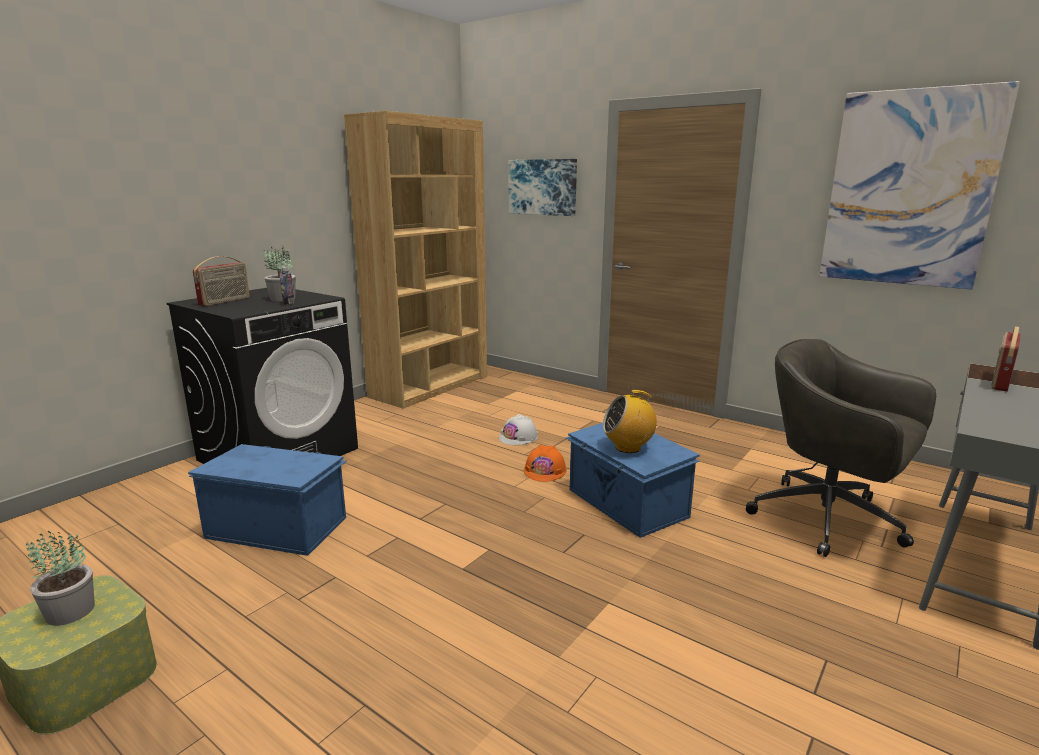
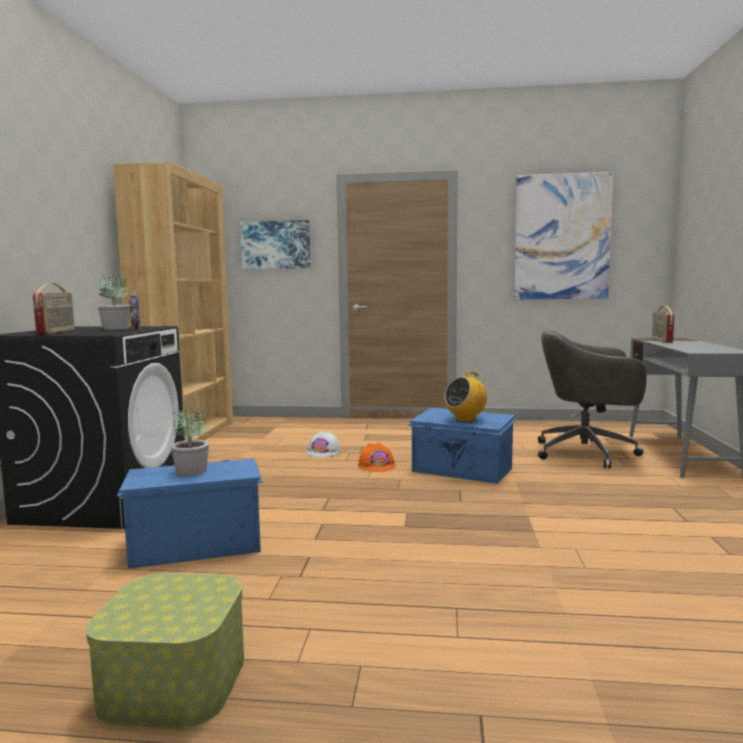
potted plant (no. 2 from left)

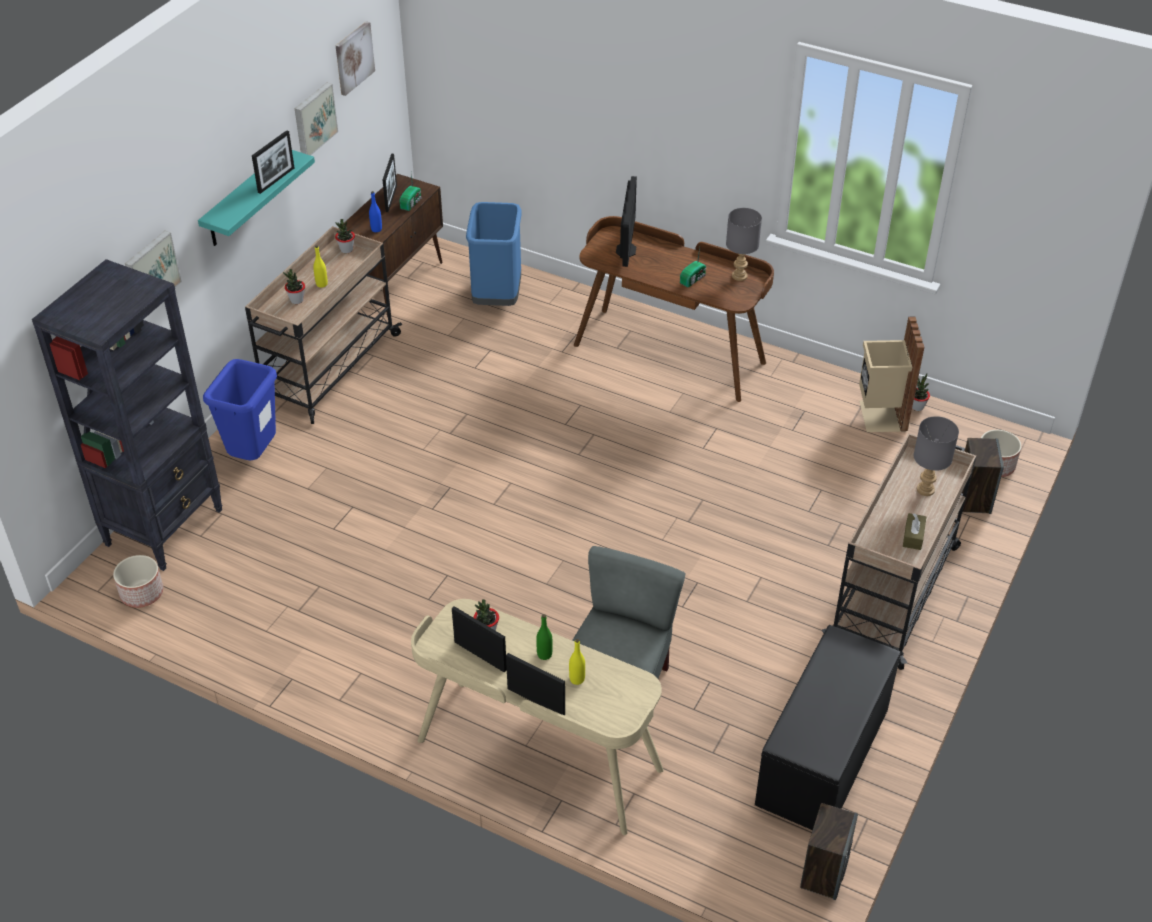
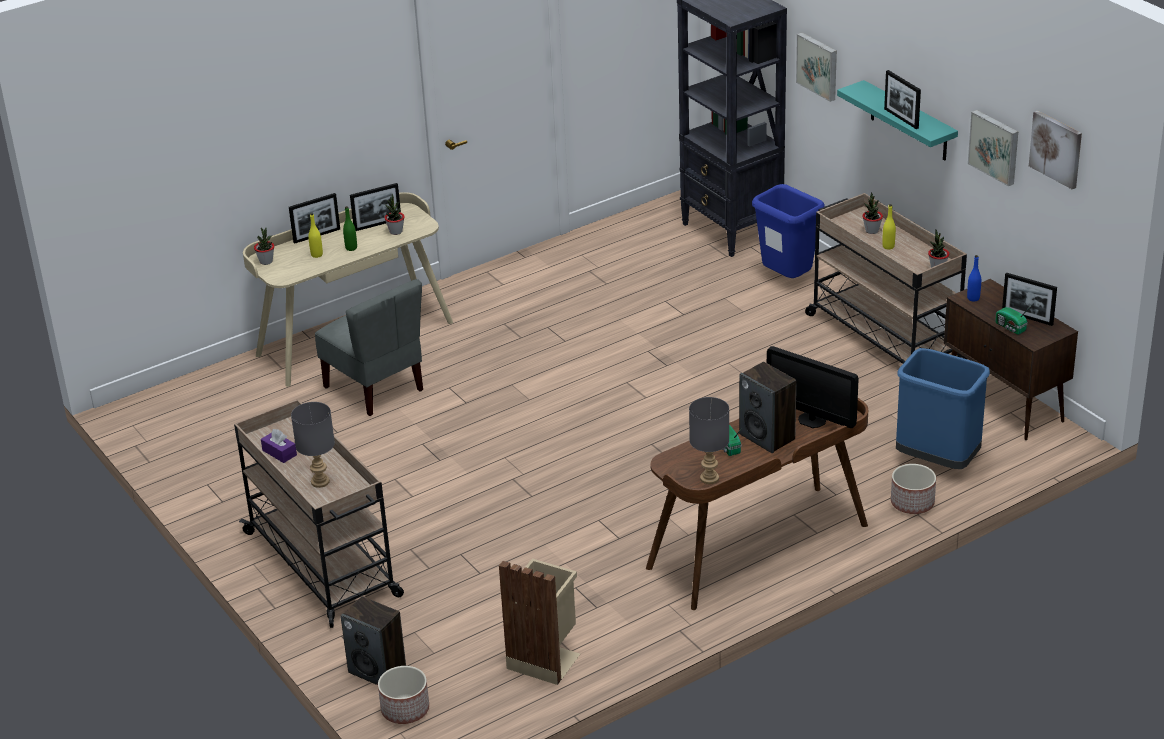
potted plant (no. 1 from left)
purple tissue box
planter (no. 2 from left)
black bench
speaker (no. 2 from left)

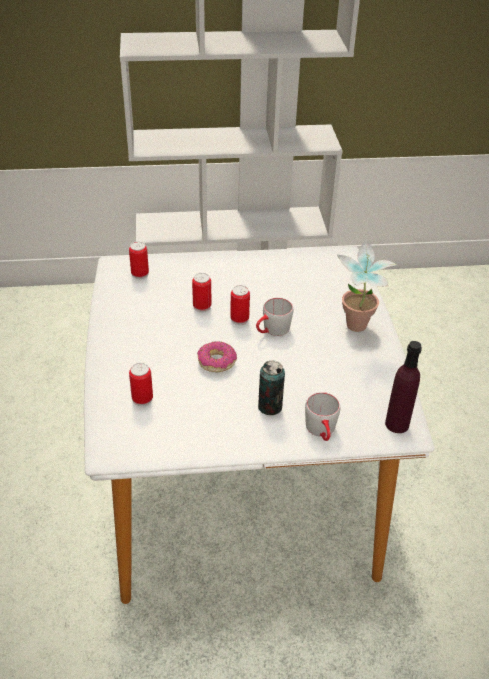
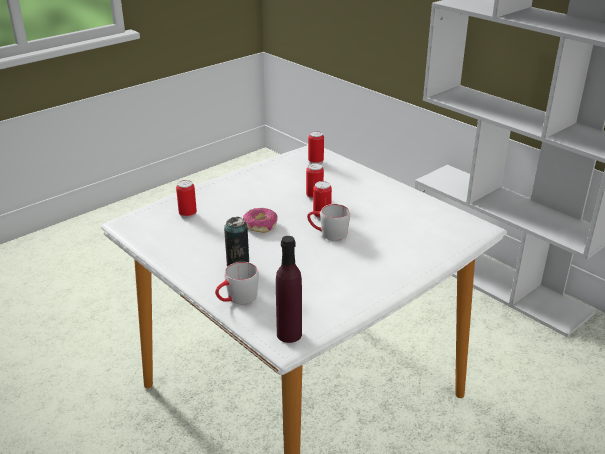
potted plant

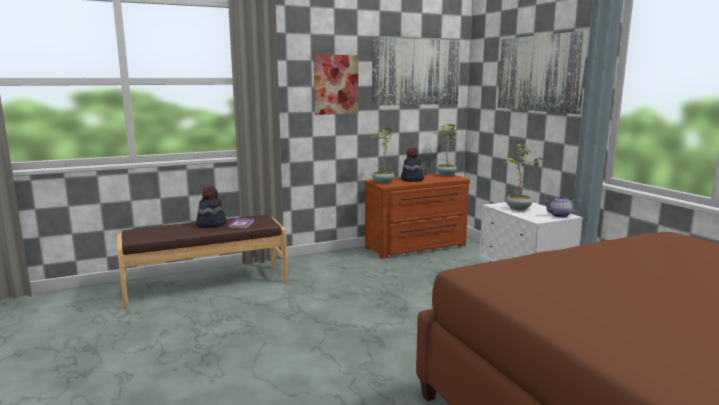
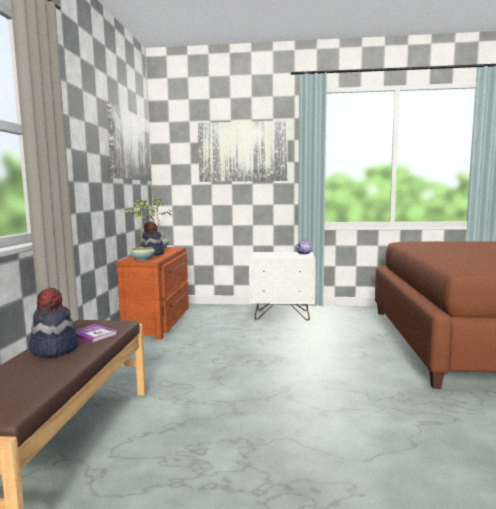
picture (no. 1 from left in the first image)
potted plant (no. 3 from left in the first image)

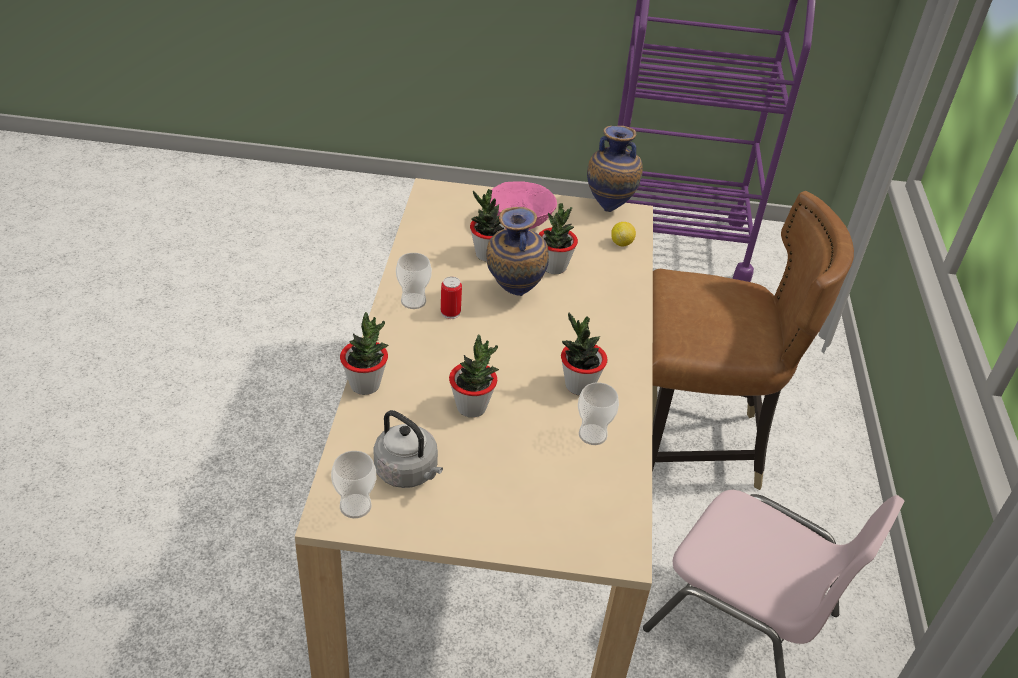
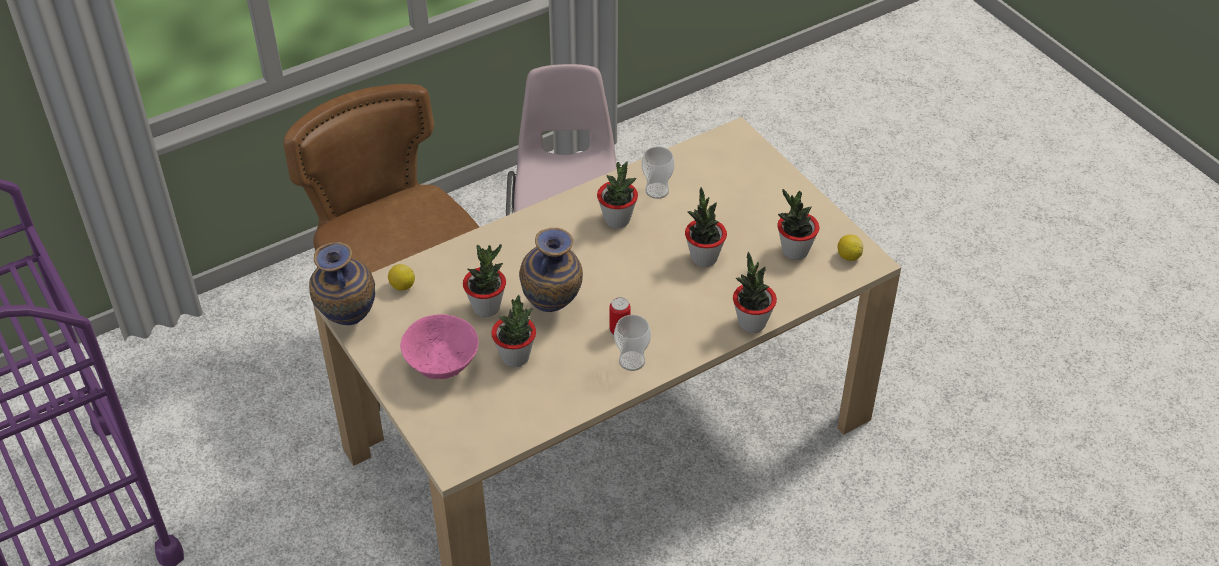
potted plant (no. 6 from left)
lemon (no. 2 from left)

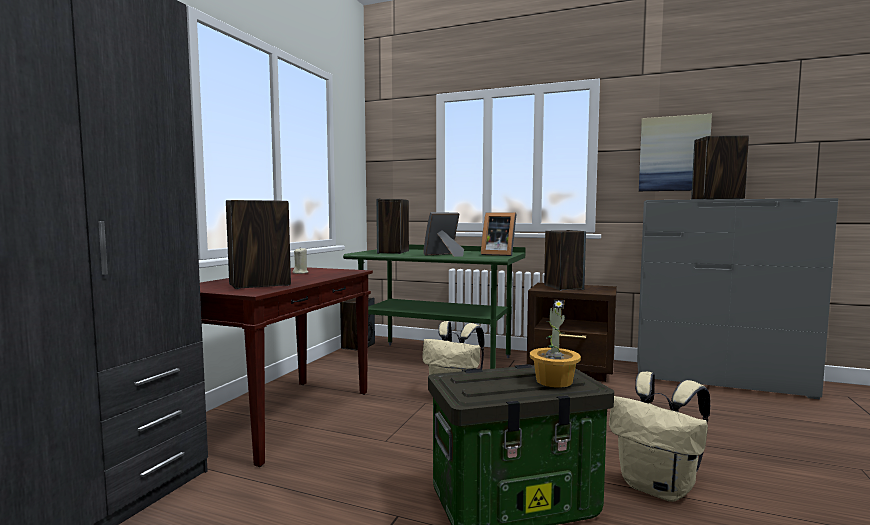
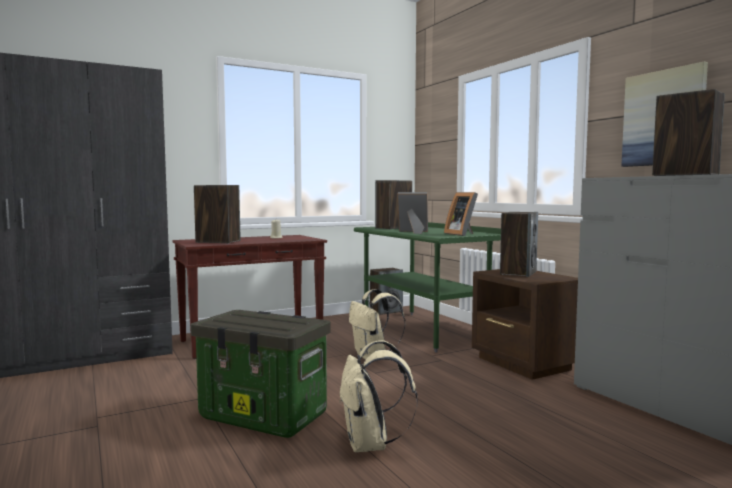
potted plant

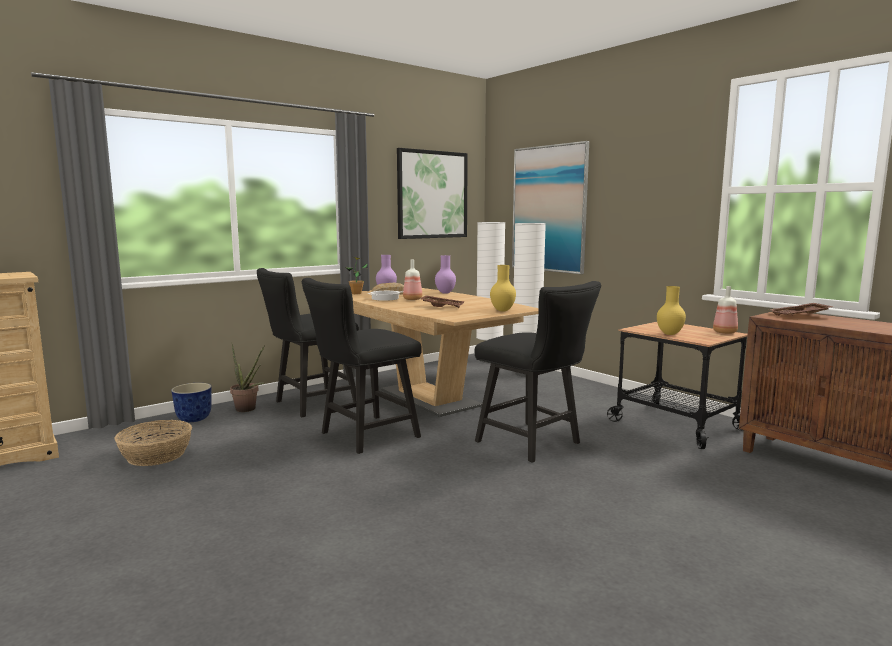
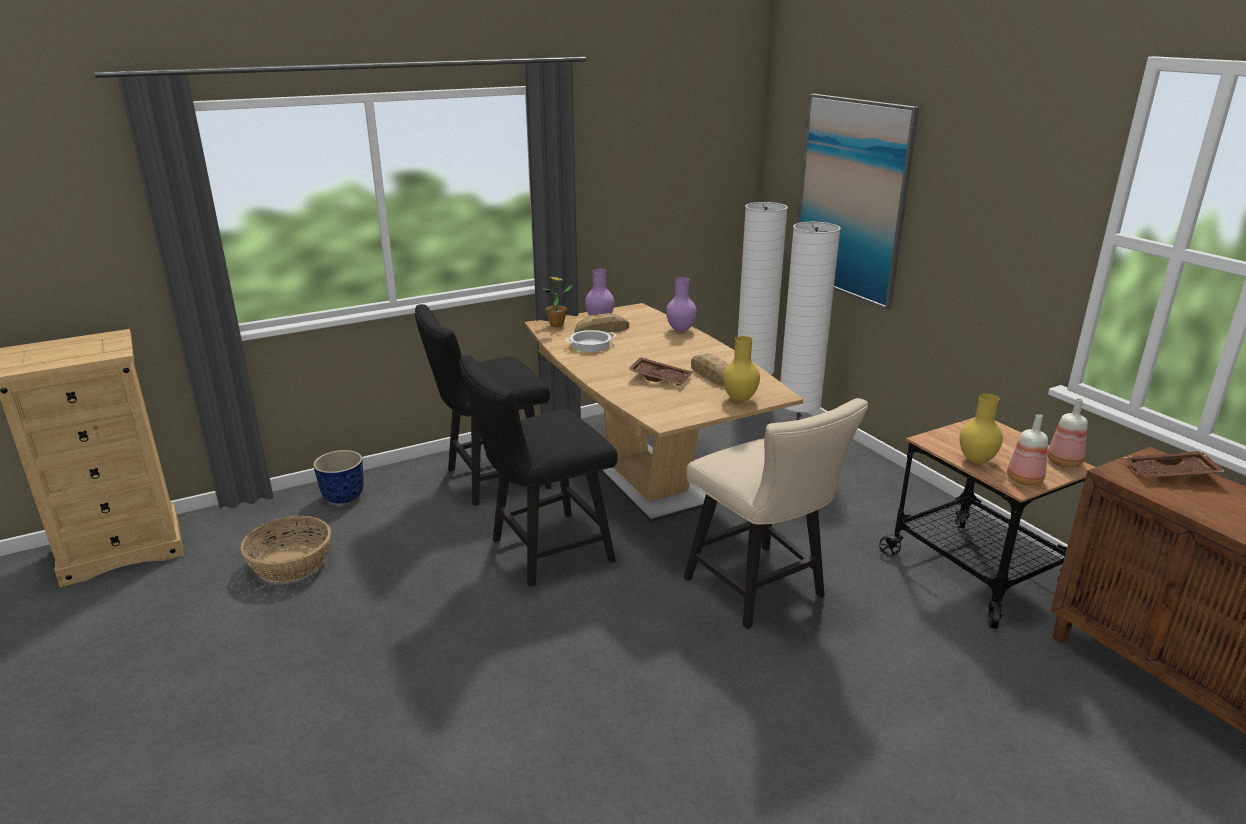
picture (no. 1 from left in the first image)
bottle (no. 1 from left)
beige chair
potted plant (no. 1 from left in the first image)
bread (no. 2 from left)

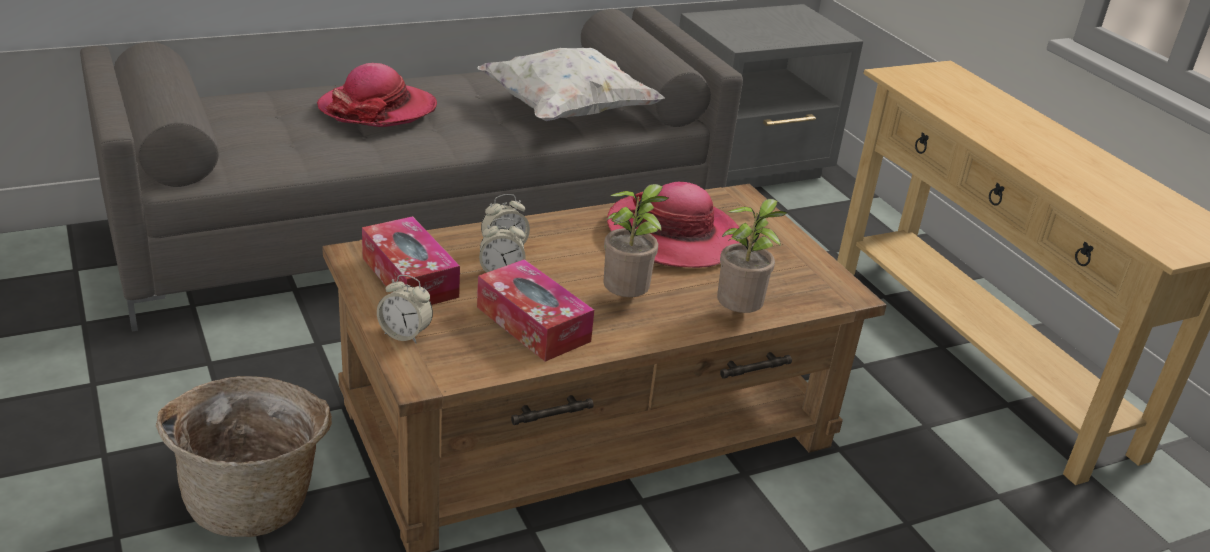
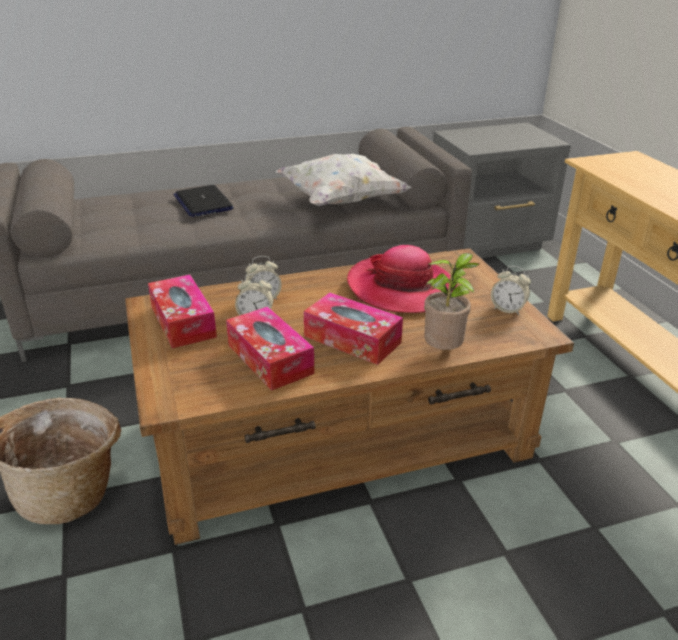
laptop
tissue box (no. 3 from left)
alarm clock (no. 3 from left)

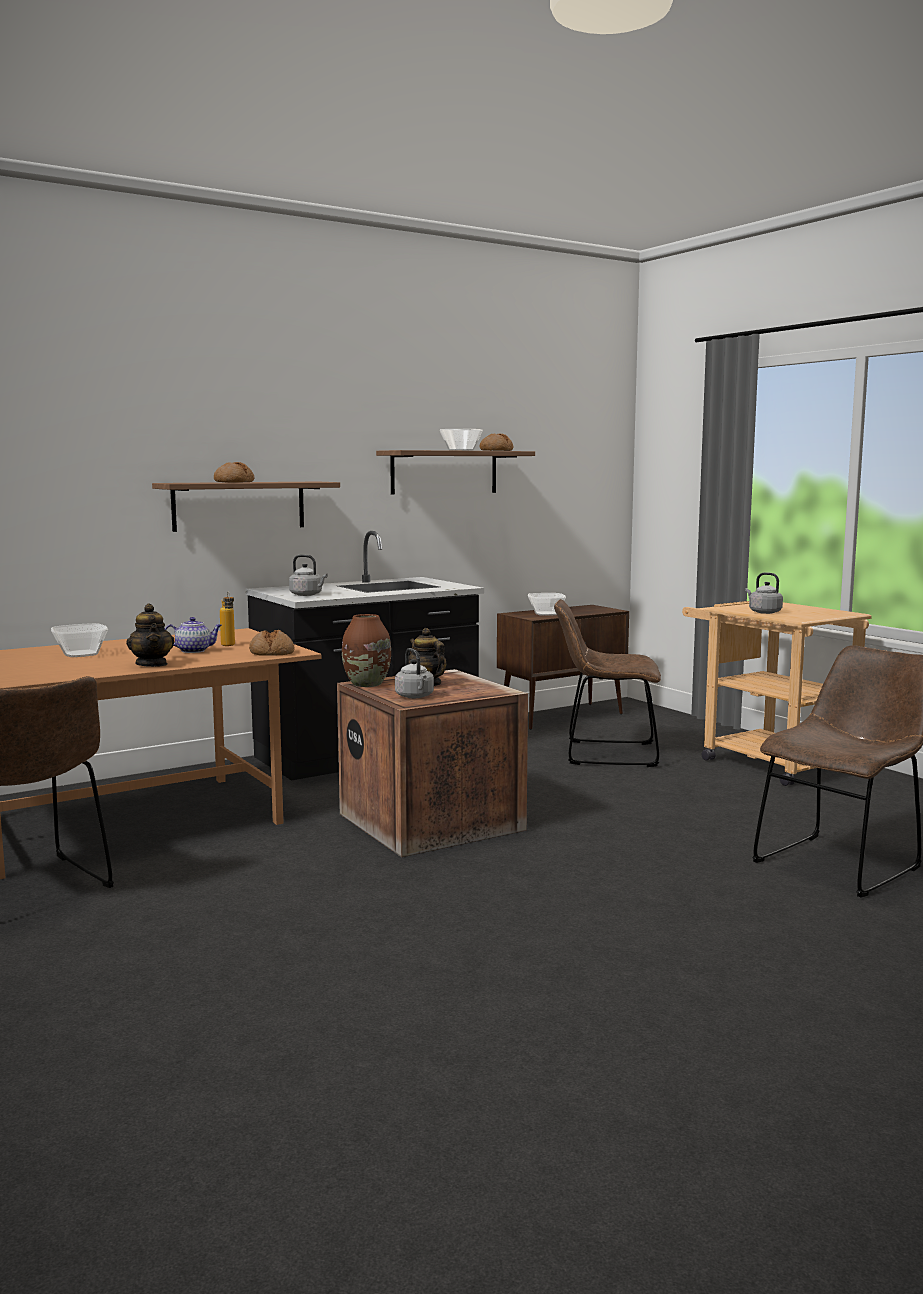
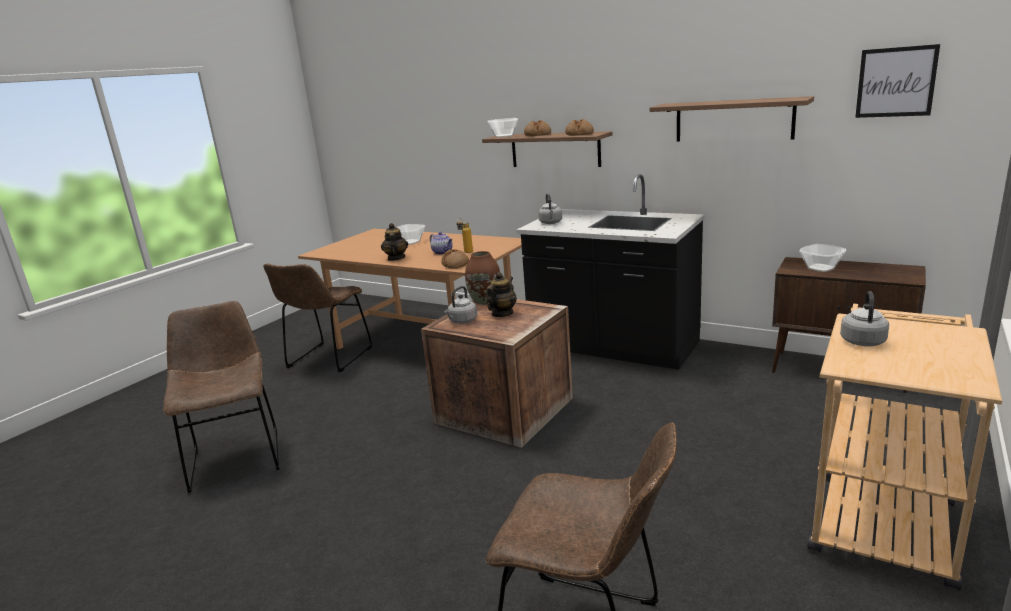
bowl (no. 2 from left)
bread (no. 3 from left)
brown chair (no. 1 from left)
teapot (no. 1 from left)
picture

